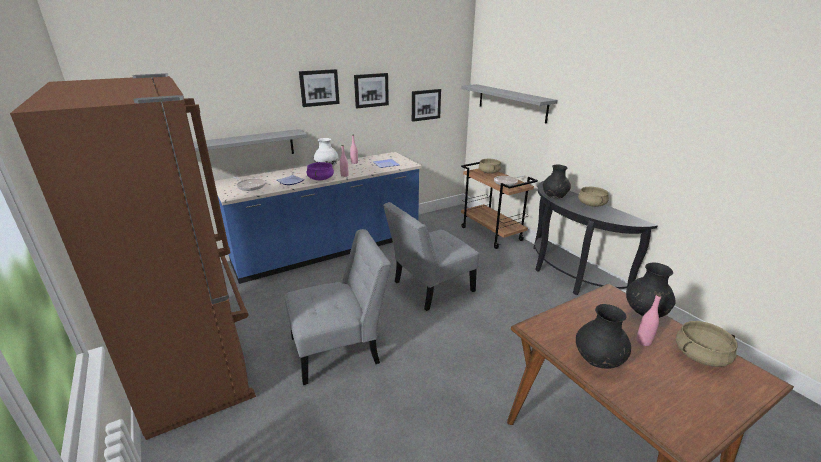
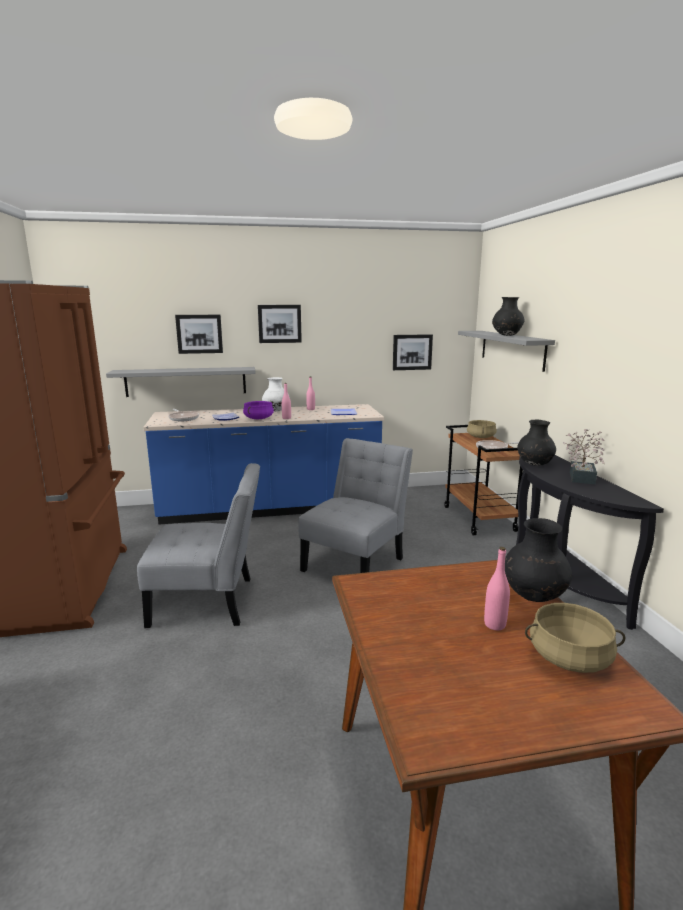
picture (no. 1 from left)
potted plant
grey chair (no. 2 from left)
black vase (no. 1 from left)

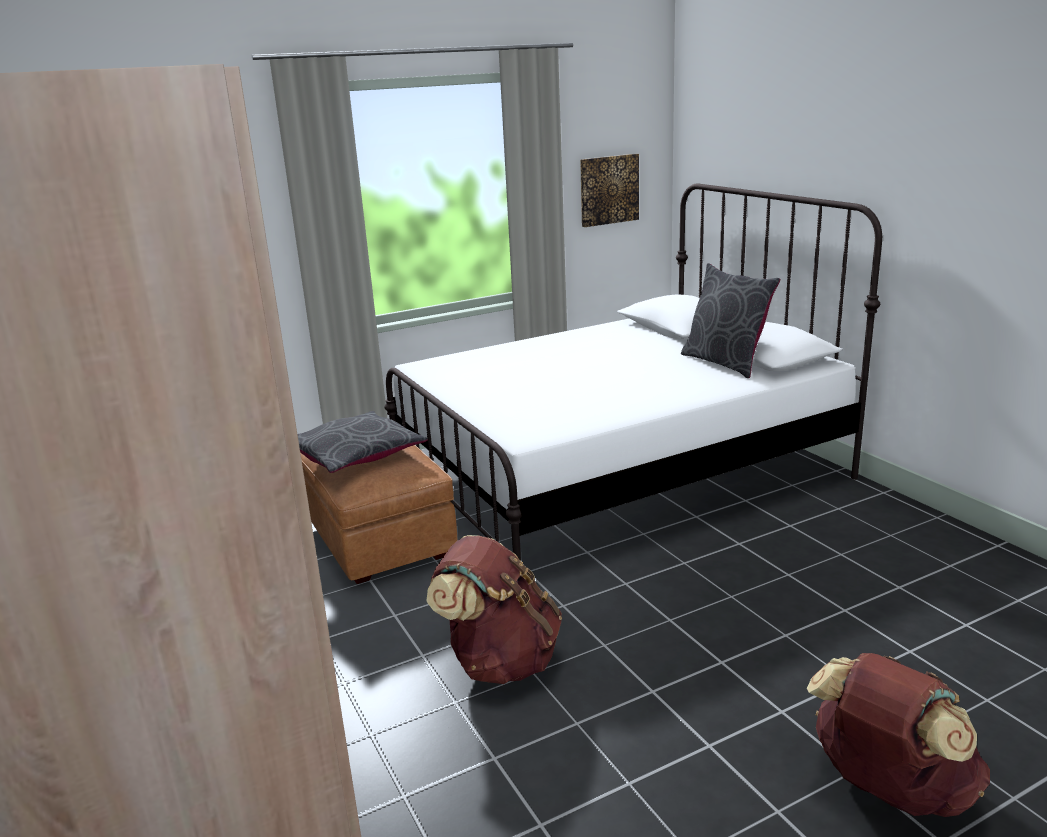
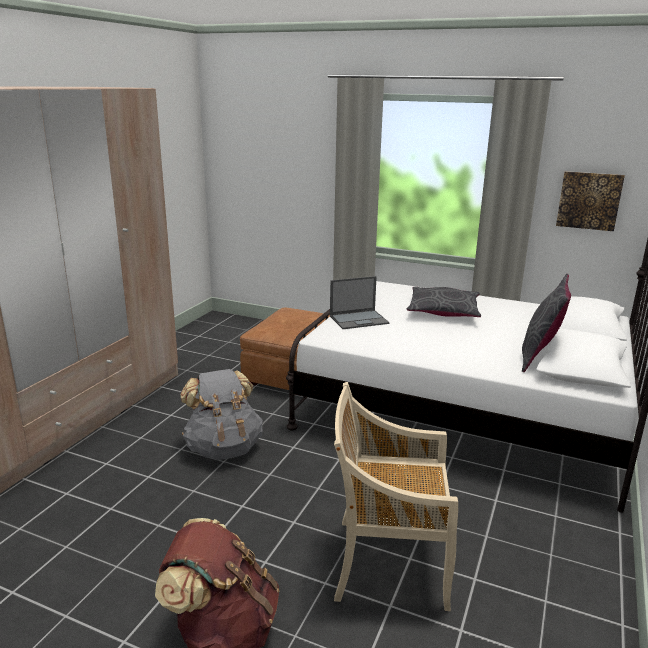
grey pillow (no. 1 from left)
grey backpack
laptop
beige chair

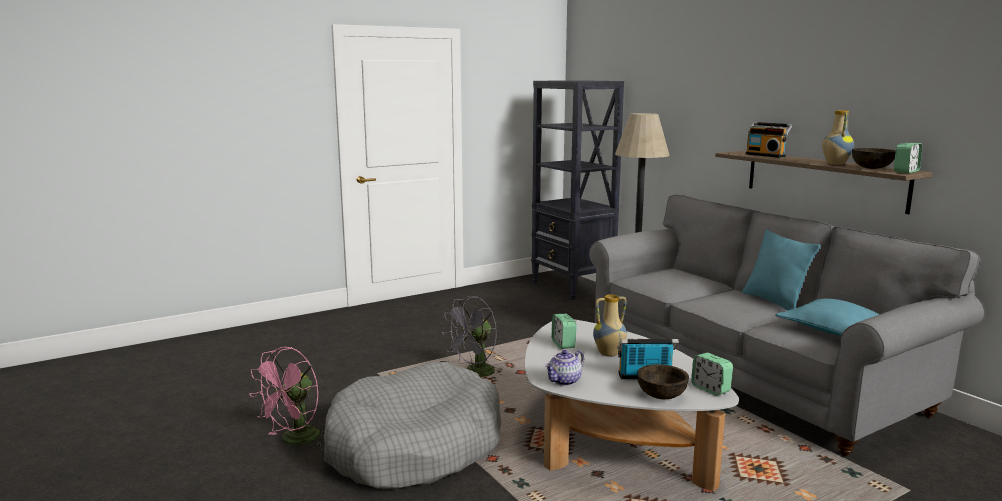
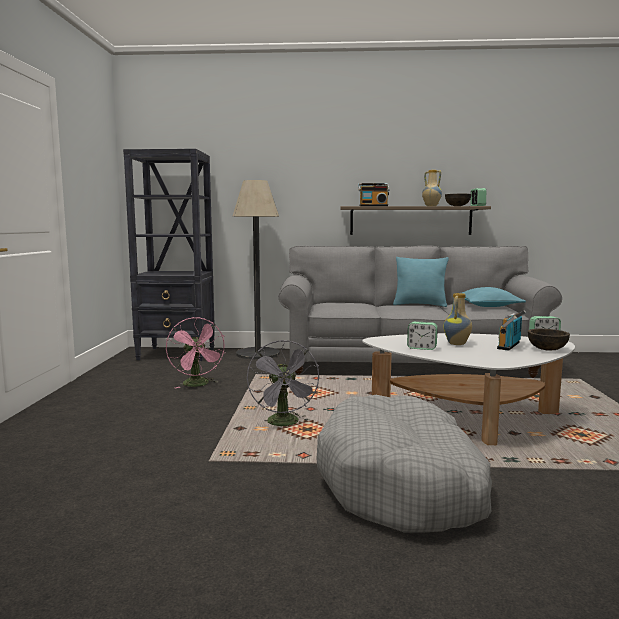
pink fan
teapot

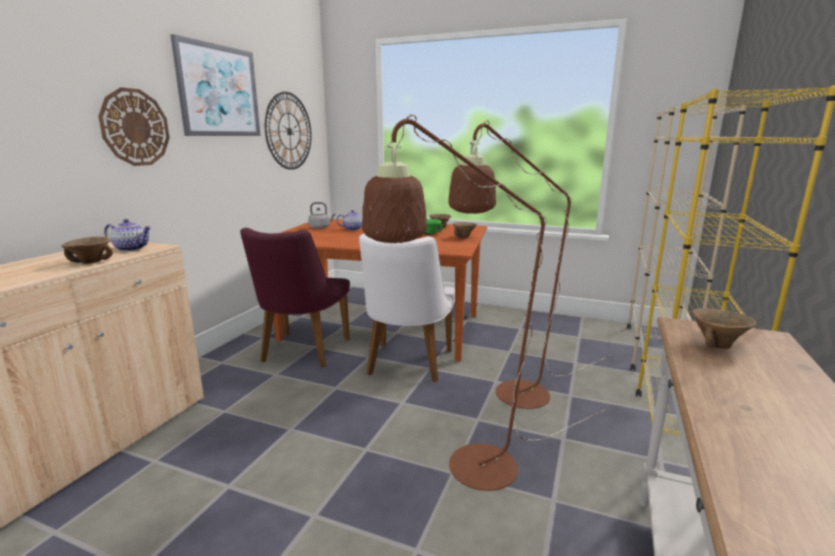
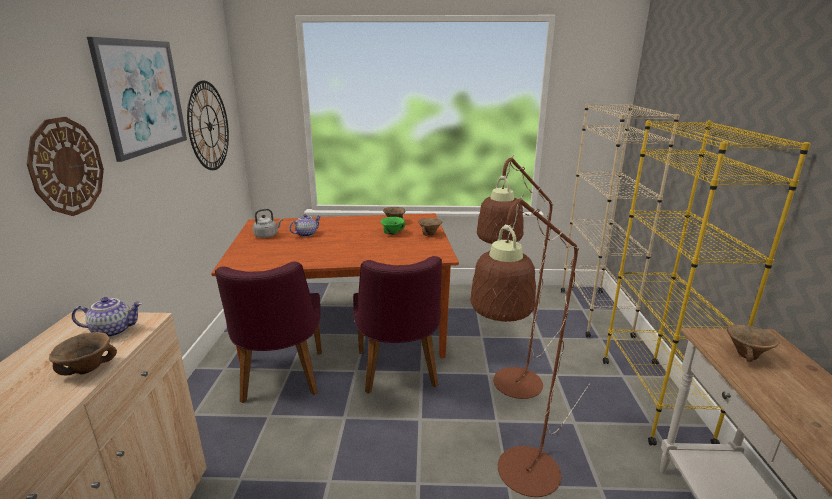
purple chair (no. 2 from left)

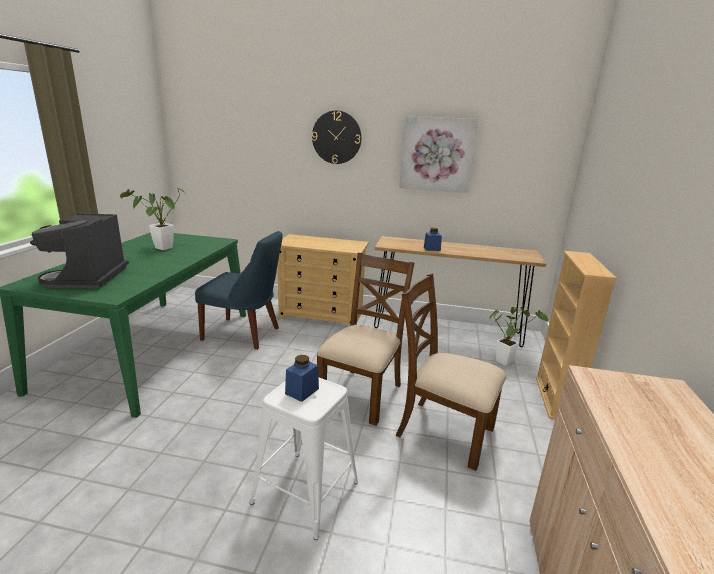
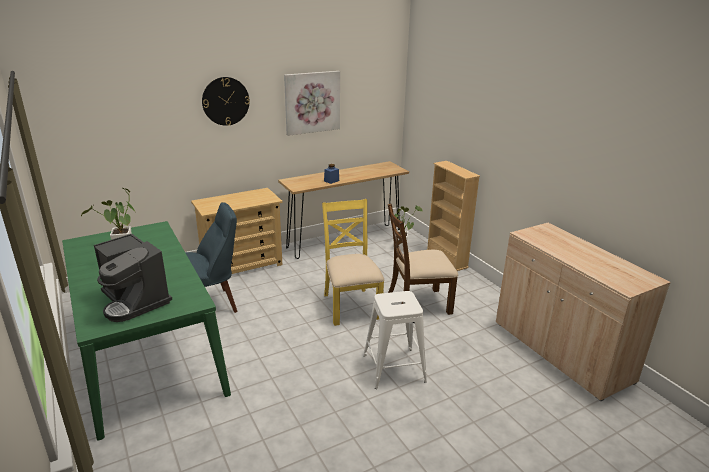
yellow chair
blue jar (no. 1 from left in the first image)

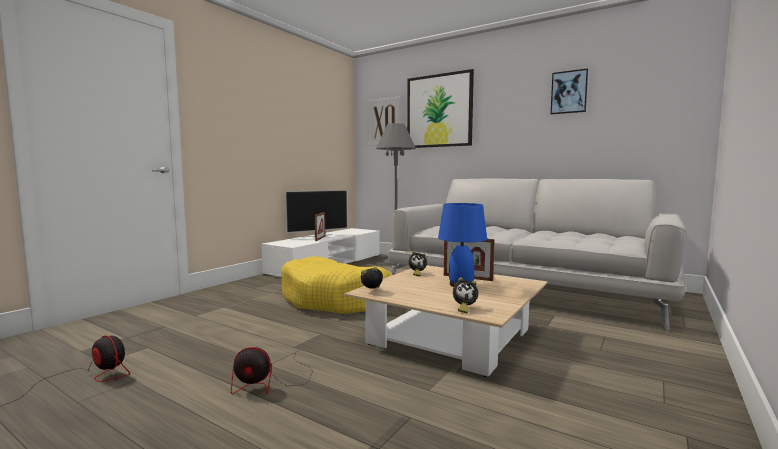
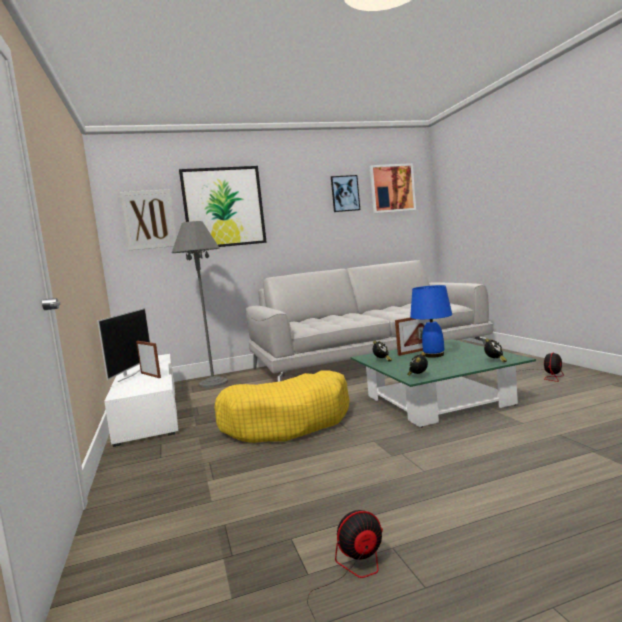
green coffee table
fan (no. 2 from left)
picture (no. 4 from left)

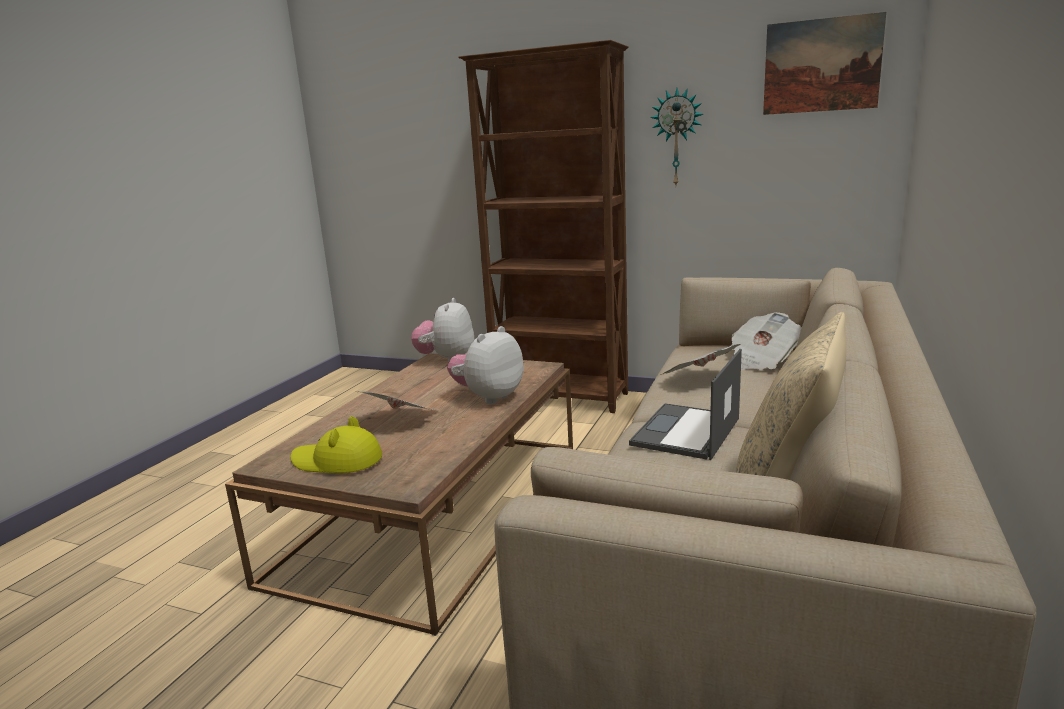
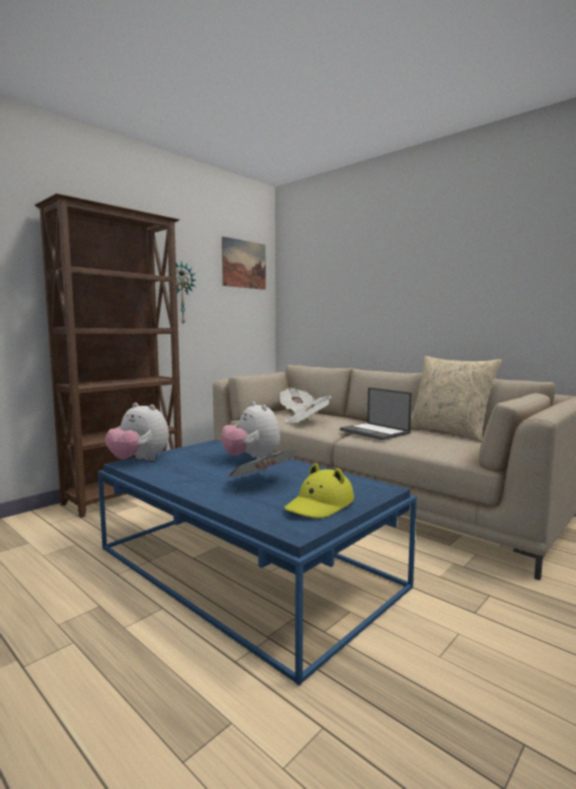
blue coffee table

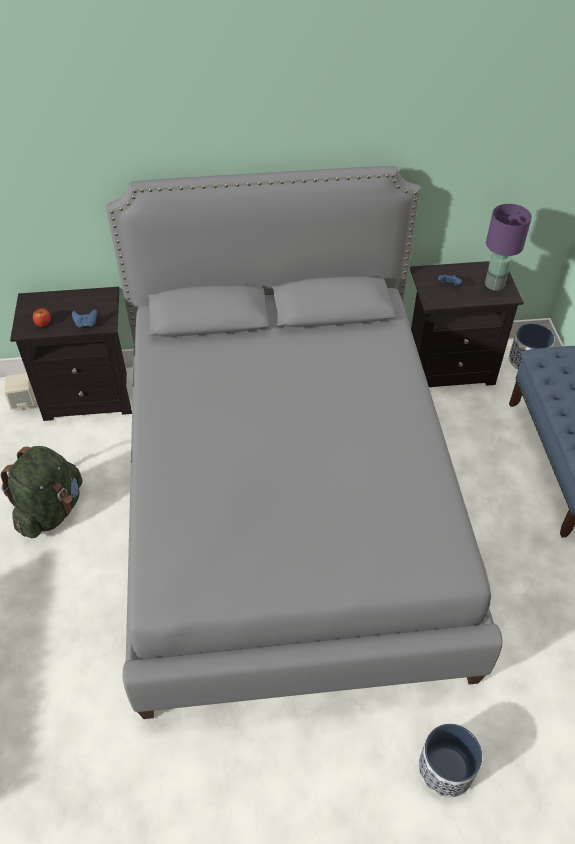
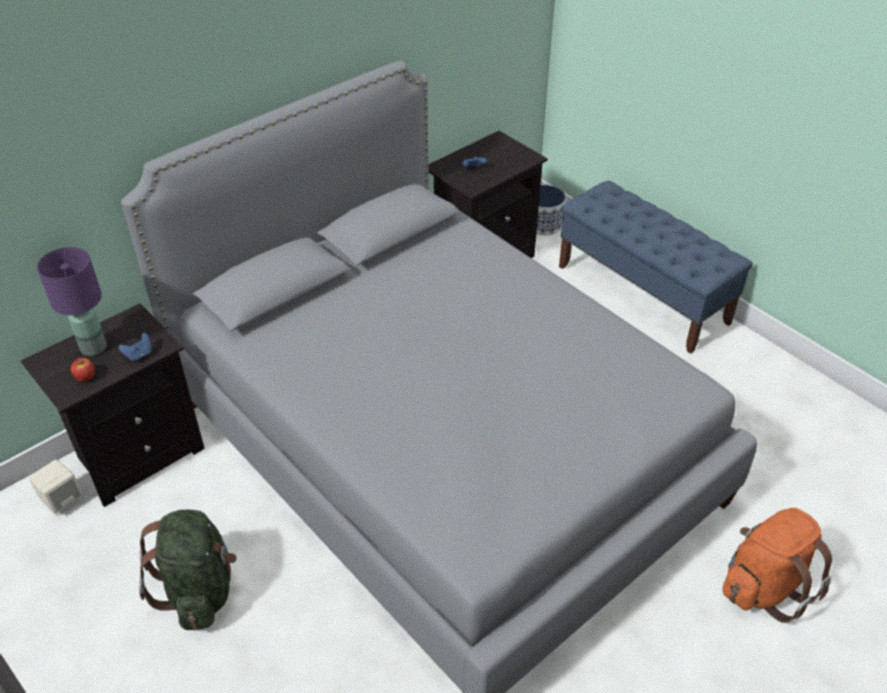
purple table lamp
orange backpack

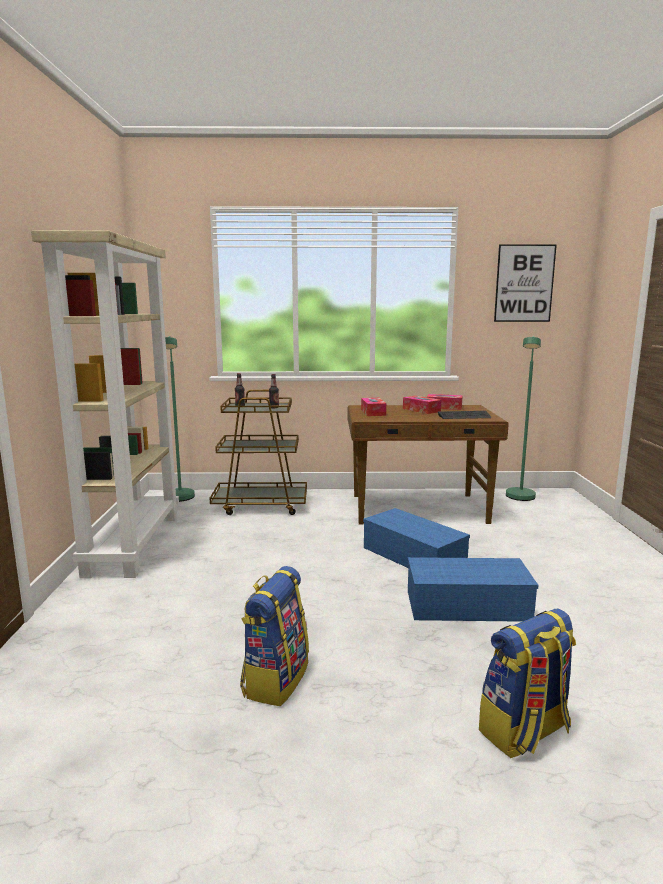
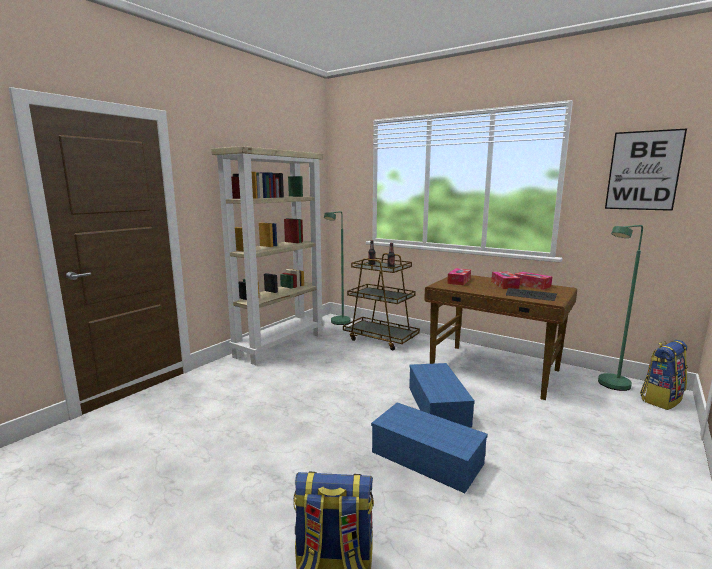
backpack (no. 2 from left)

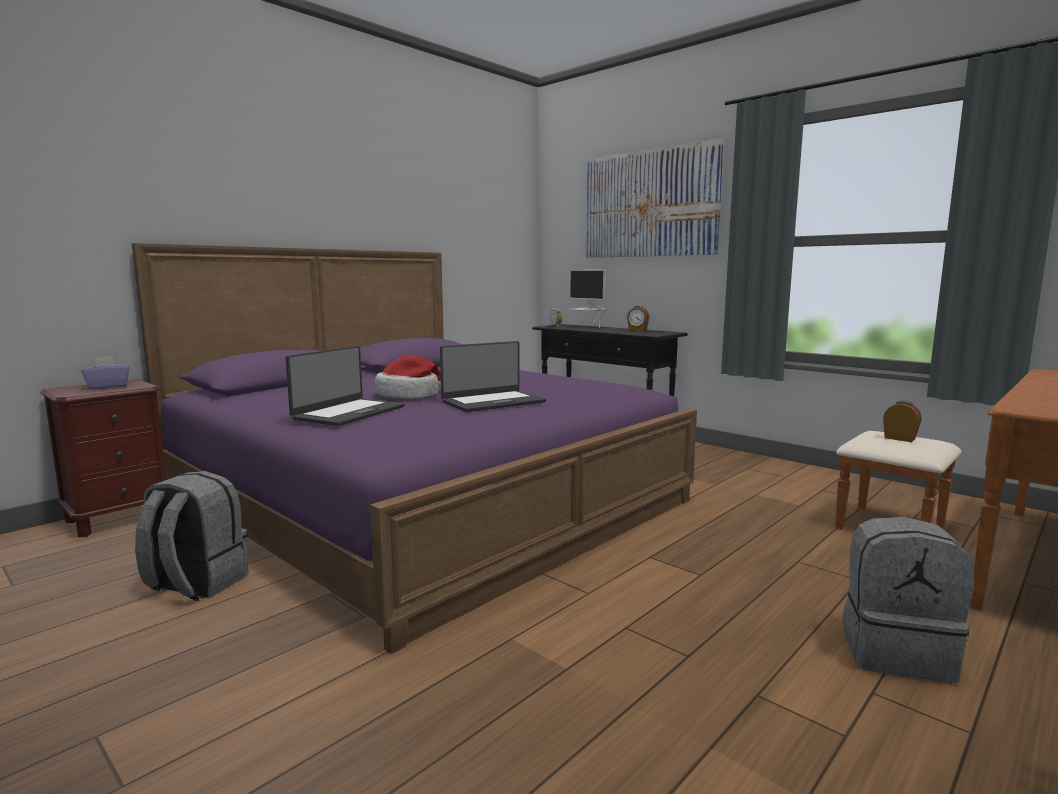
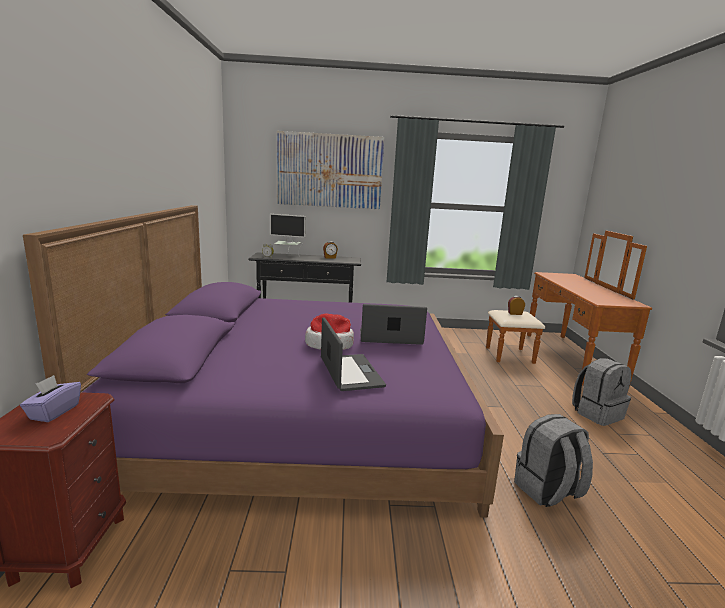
laptop (no. 2 from left)
grey backpack (no. 1 from left)

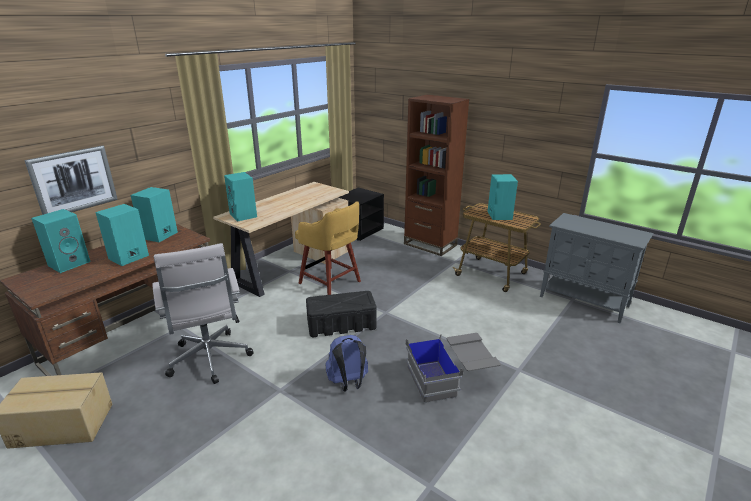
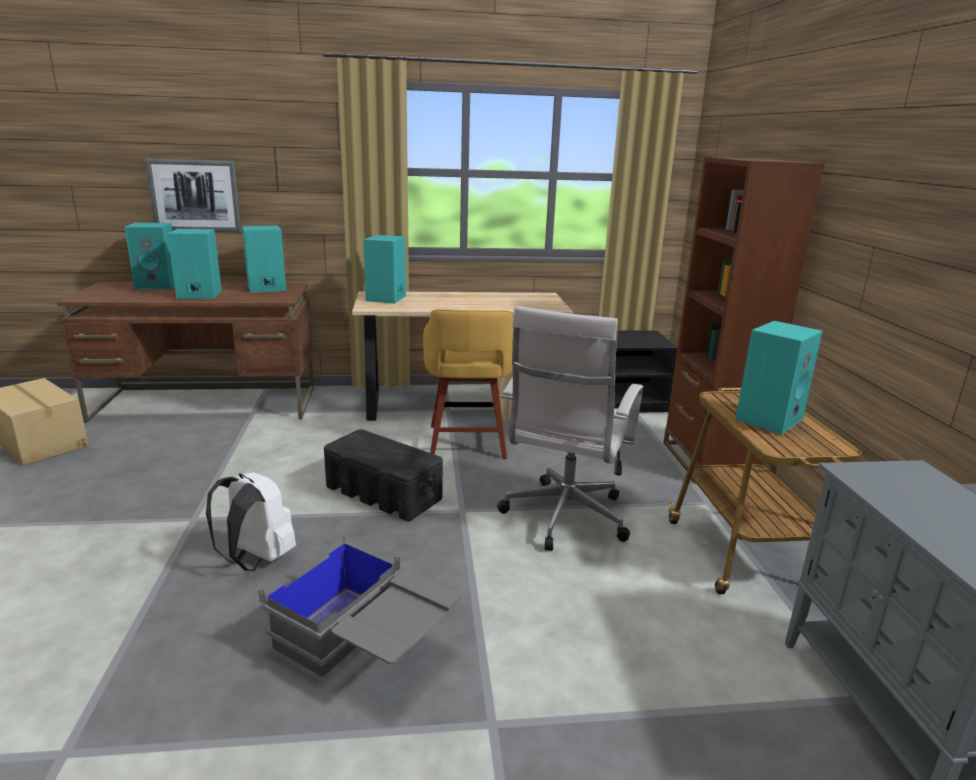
white office chair
white backpack

